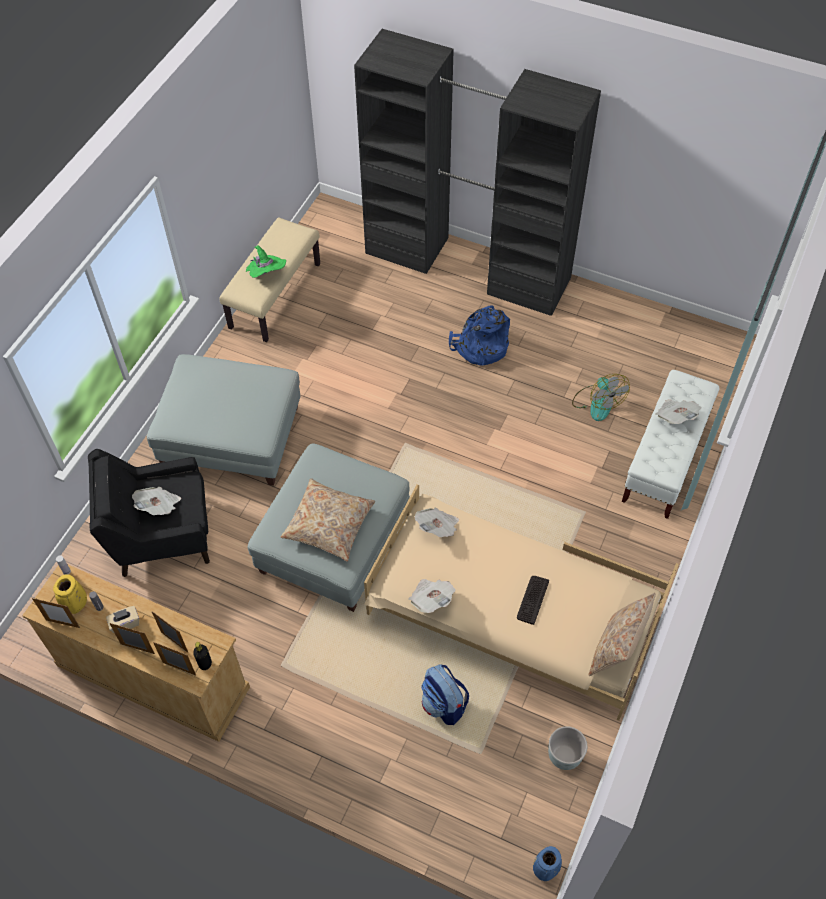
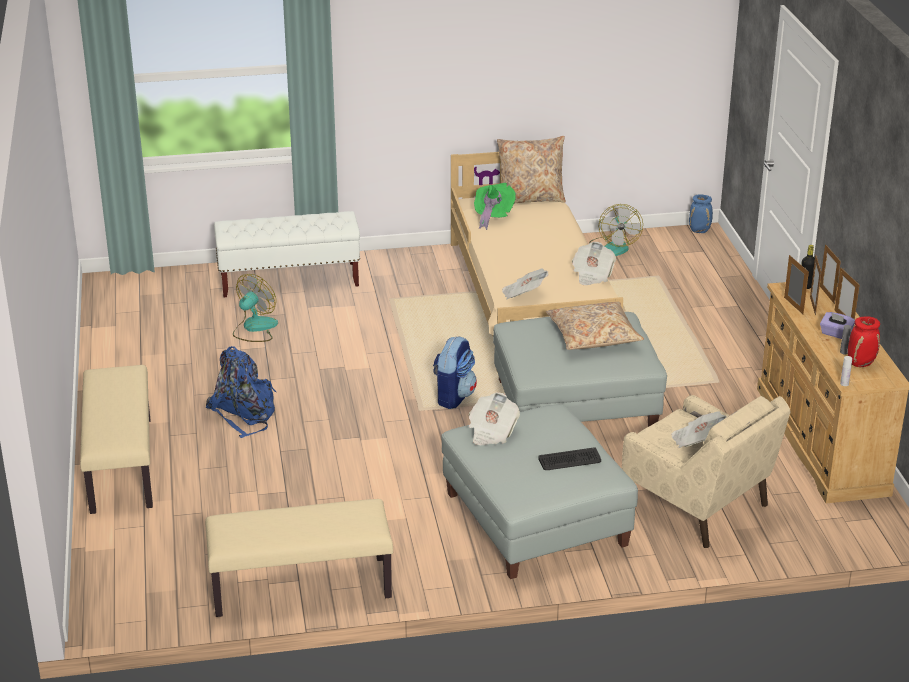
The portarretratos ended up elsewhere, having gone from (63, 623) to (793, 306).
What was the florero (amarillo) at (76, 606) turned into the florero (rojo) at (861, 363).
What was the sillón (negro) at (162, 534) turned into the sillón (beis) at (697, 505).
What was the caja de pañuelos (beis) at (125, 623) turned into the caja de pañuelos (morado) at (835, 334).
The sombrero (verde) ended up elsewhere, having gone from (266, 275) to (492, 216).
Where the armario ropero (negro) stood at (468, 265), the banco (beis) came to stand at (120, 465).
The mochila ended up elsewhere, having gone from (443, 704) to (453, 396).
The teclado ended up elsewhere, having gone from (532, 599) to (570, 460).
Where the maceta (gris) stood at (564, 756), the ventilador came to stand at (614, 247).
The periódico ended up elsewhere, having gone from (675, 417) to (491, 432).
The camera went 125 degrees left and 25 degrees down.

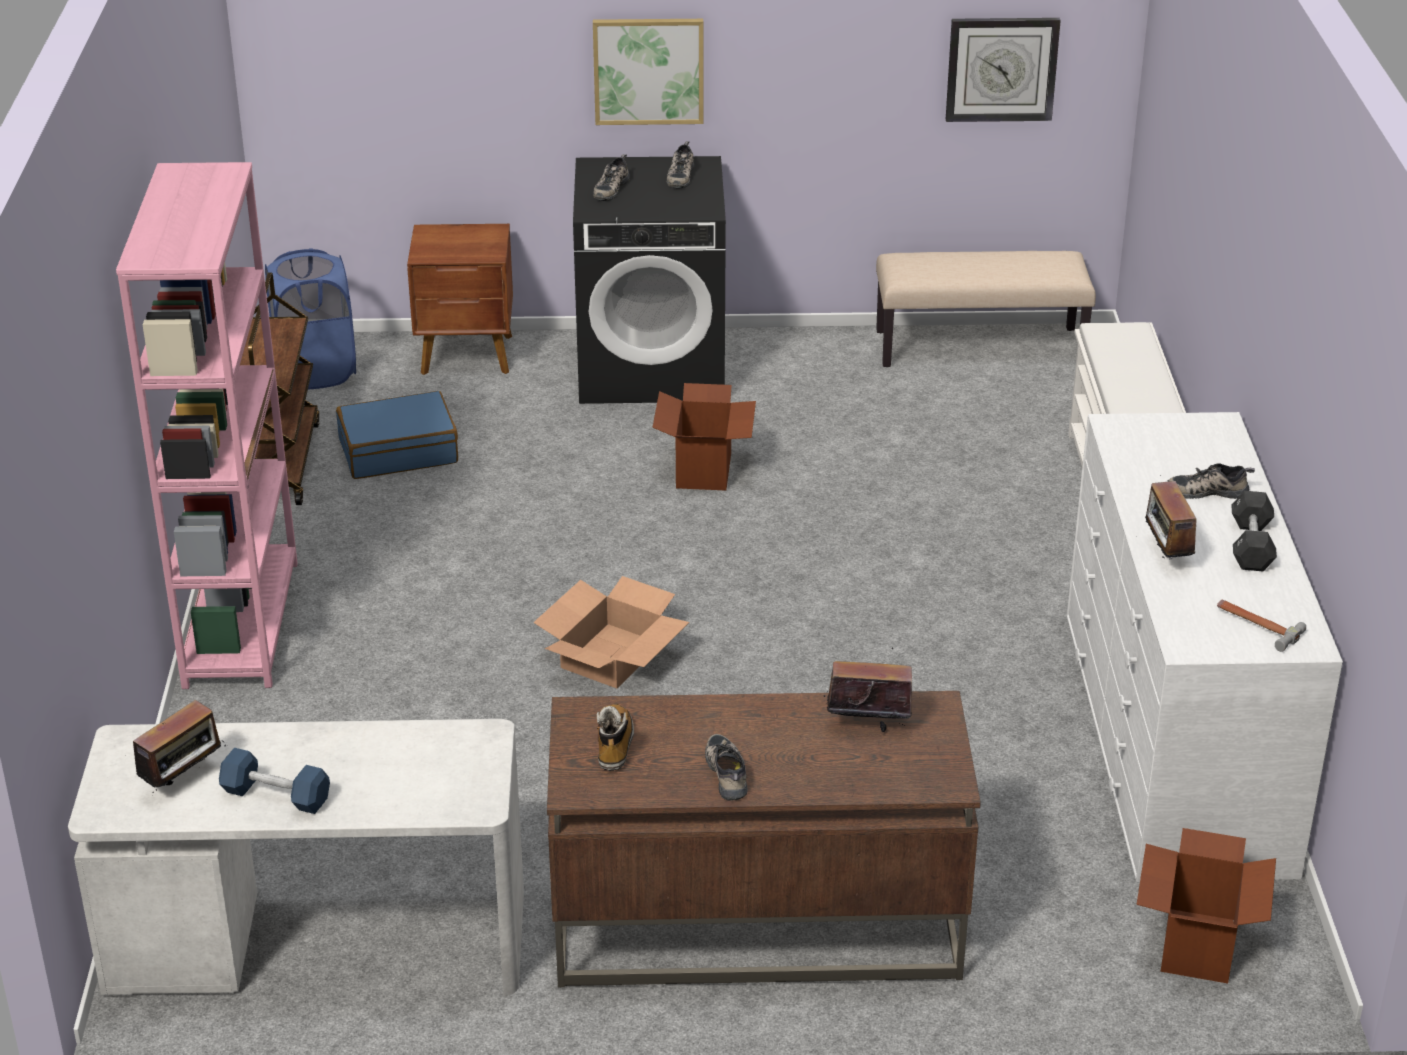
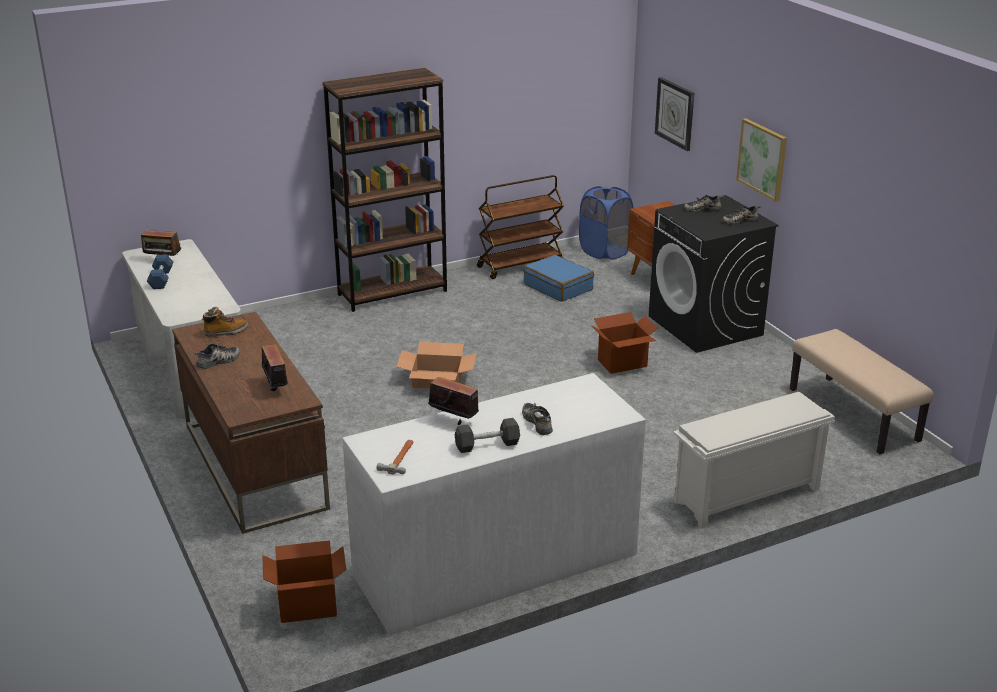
What was the estantería (rosa) at (241, 623) turned into the estantería (marrón) at (392, 293).
The reloj de pared ended up elsewhere, having gone from (1001, 69) to (675, 113).
The radio at (1166, 555) ended up facing another way, 60 degrees clockwise from before.
The camera went 65 degrees right and 5 degrees down.

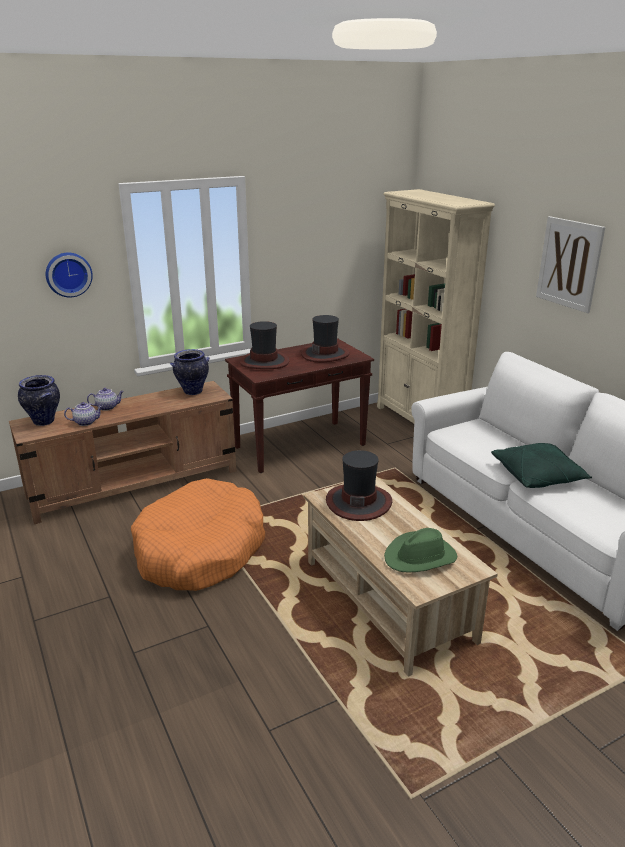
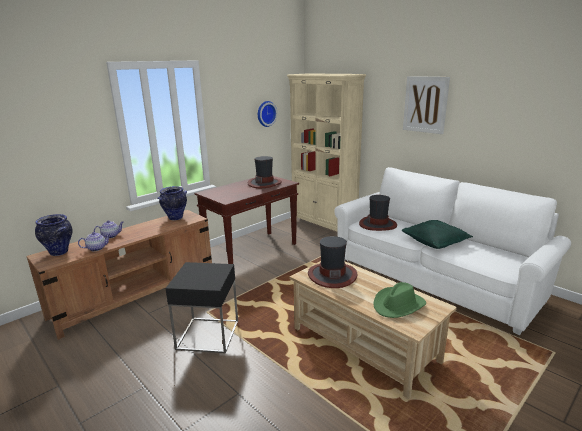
The reloj de pared ended up elsewhere, having gone from (68, 274) to (265, 113).
Where the cama para perro (naranja) stood at (200, 550), the mesa auxiliar (negro) came to stand at (208, 334).
The sombrero ended up elsewhere, having gone from (264, 362) to (378, 224).
The camera went 15 degrees left and 5 degrees down.

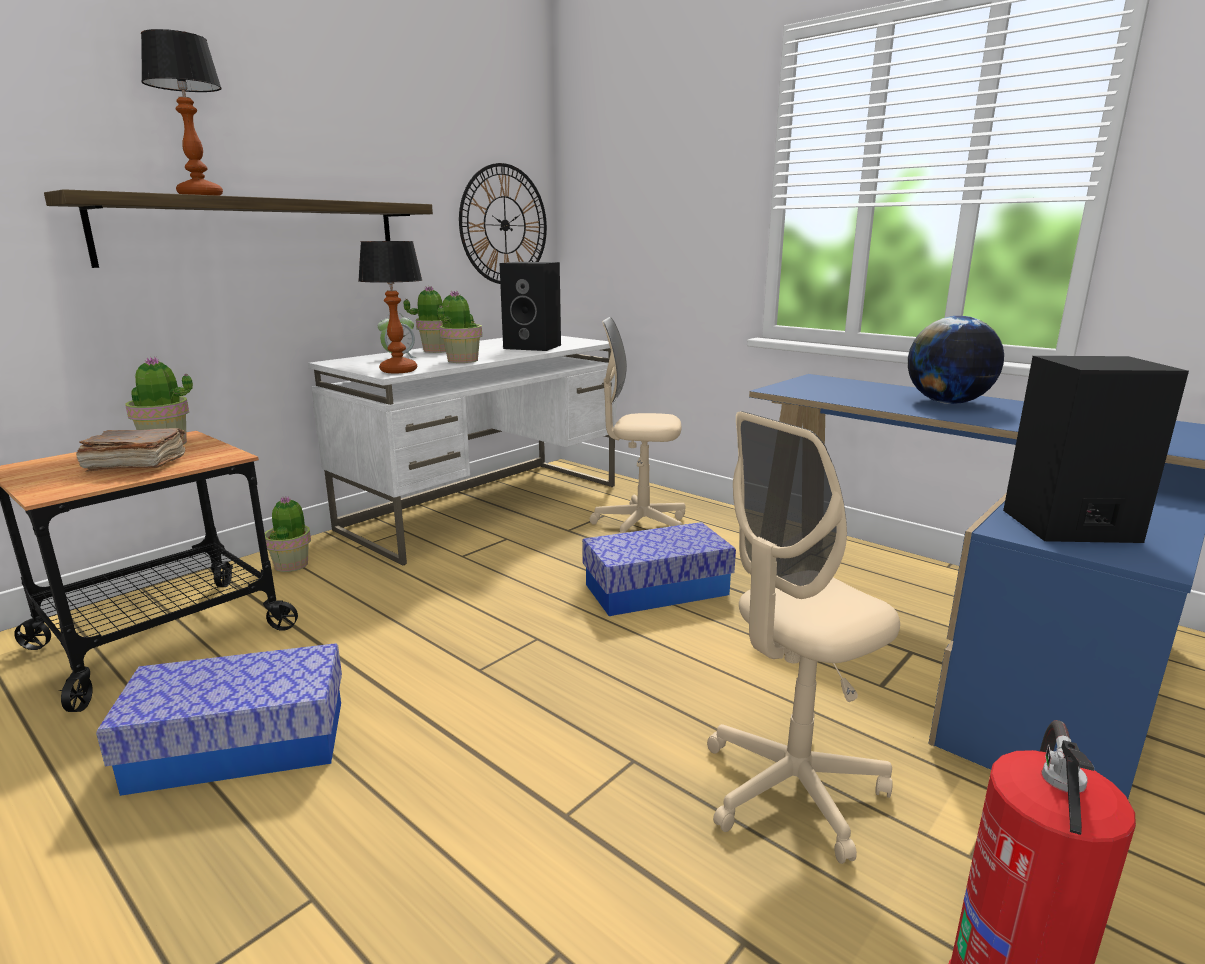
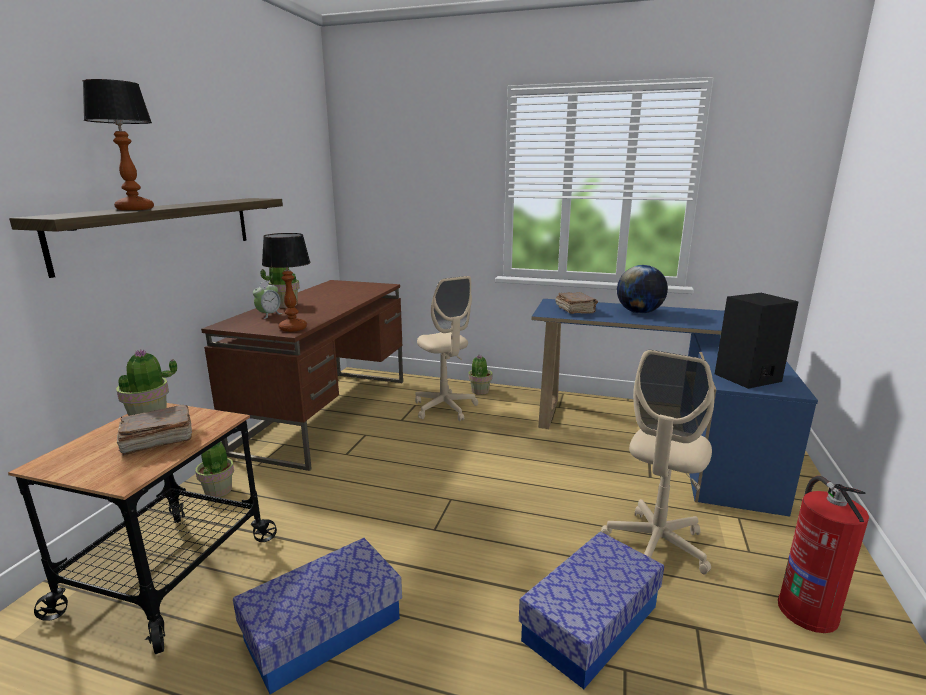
What was the escritorio (blanco) at (486, 506) turned into the escritorio (marrón) at (327, 413).
The planta en maceta ended up elsewhere, having gone from (462, 360) to (480, 391).
The second view lost the reloj de pared at (504, 225).
The second view lost the altavoz (negro) at (534, 347).
The caja de almacenaje ended up elsewhere, having gone from (656, 590) to (590, 623).
The silla de oficina (beis) at (640, 526) ended up facing another way, 105 degrees counterclockwise from before.
The second view gained the libro (marrón) at (575, 310).
The camera went 25 degrees left and 0 degrees up.

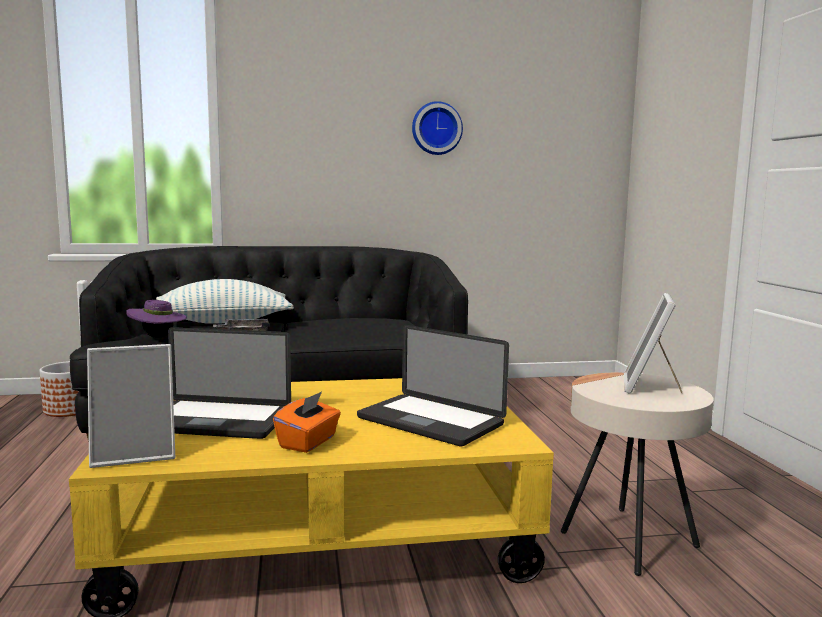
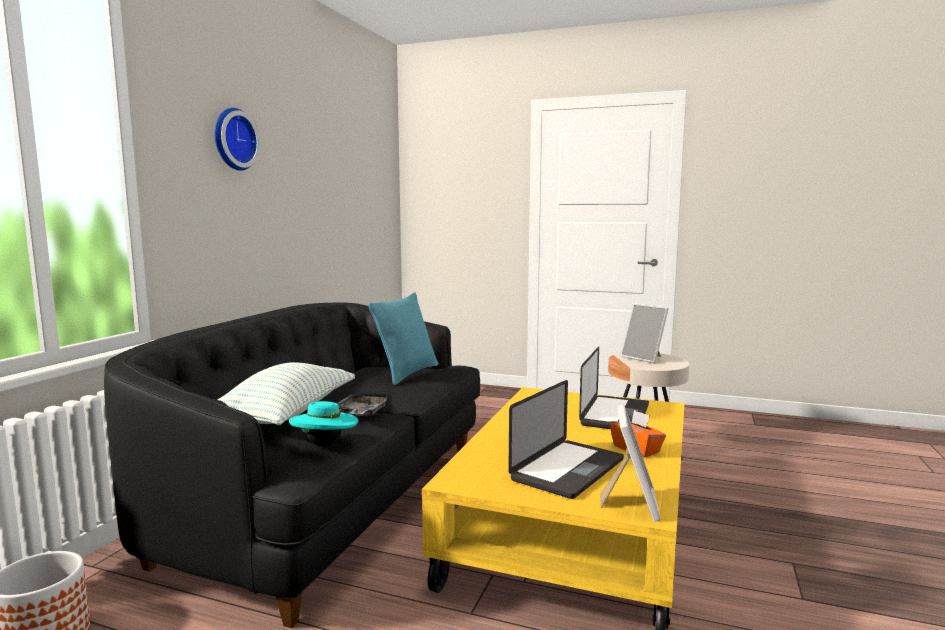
What was the sombrero (morado) at (158, 337) turned into the sombrero (turquesa) at (325, 445).
The portátil at (430, 421) ended up facing another way, 45 degrees counterclockwise from before.
The reloj de pared ended up elsewhere, having gone from (436, 128) to (232, 139).
The second view gained the cojín (turquesa) at (407, 373).
The camera went 60 degrees left and 0 degrees up.

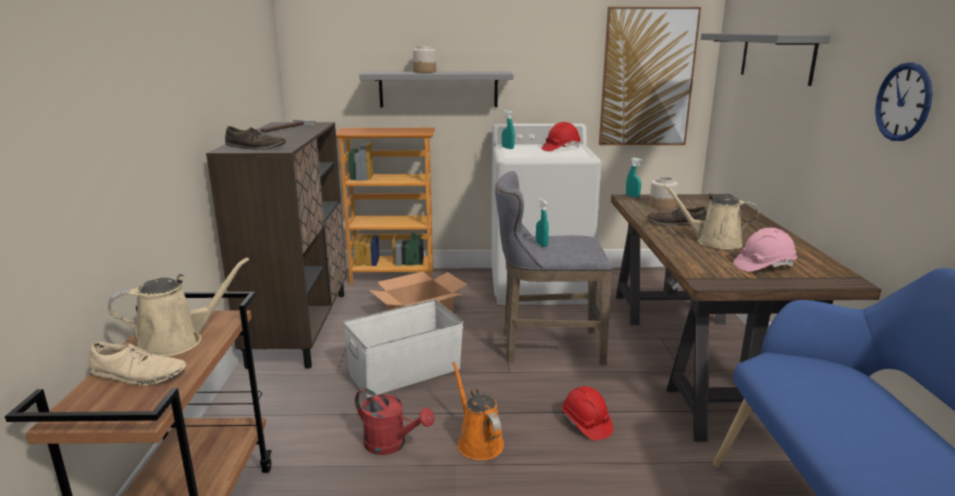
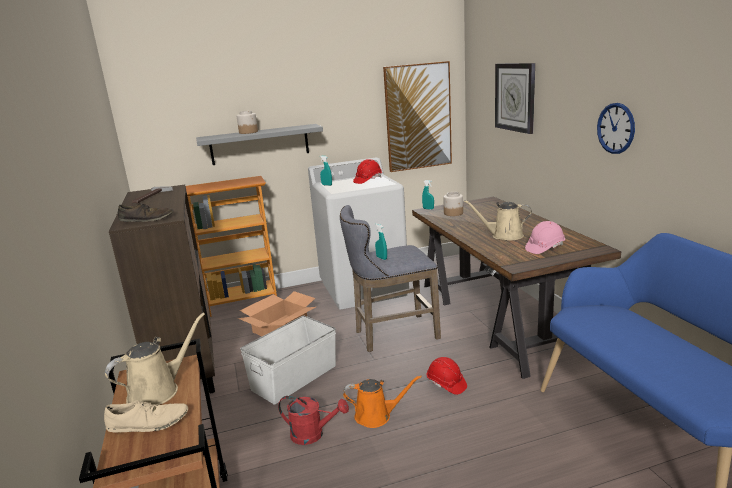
The regadera (naranja) at (478, 442) ended up facing another way, 135 degrees clockwise from before.
The second view lost the zapato (marrón) at (675, 223).
Where the estante (gris) hung at (776, 57), the reloj de pared came to hang at (515, 97).
The camera went 15 degrees left and 0 degrees up.

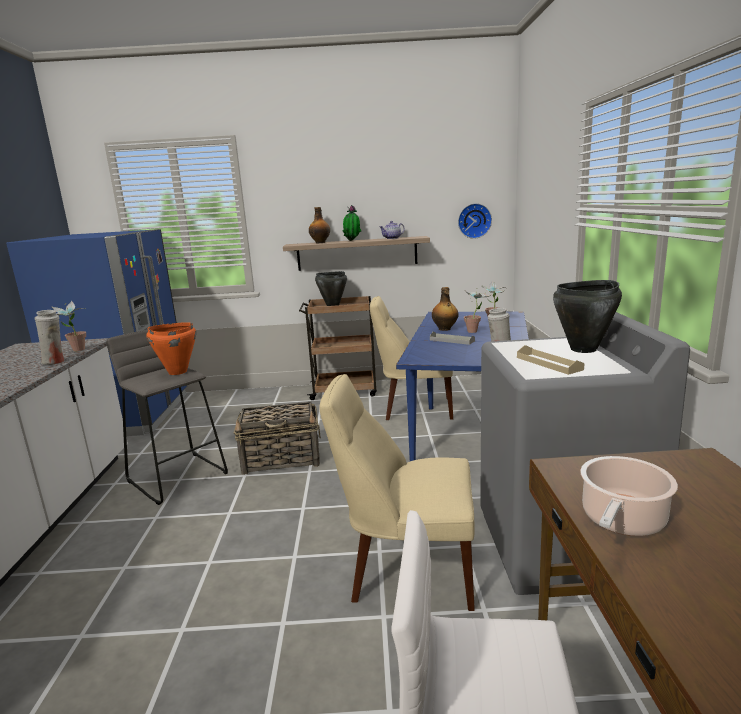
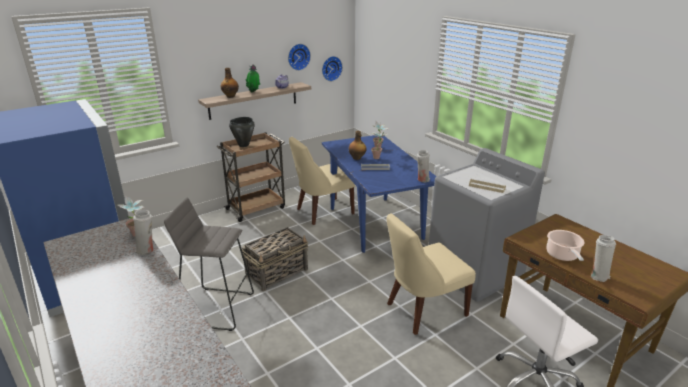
The second view lost the olla (naranja) at (177, 372).
The second view lost the olla (negro) at (584, 349).
The second view gained the reloj de pared at (298, 56).
The second view gained the florero (blanco) at (598, 276).
The camera went 35 degrees left and 10 degrees up.

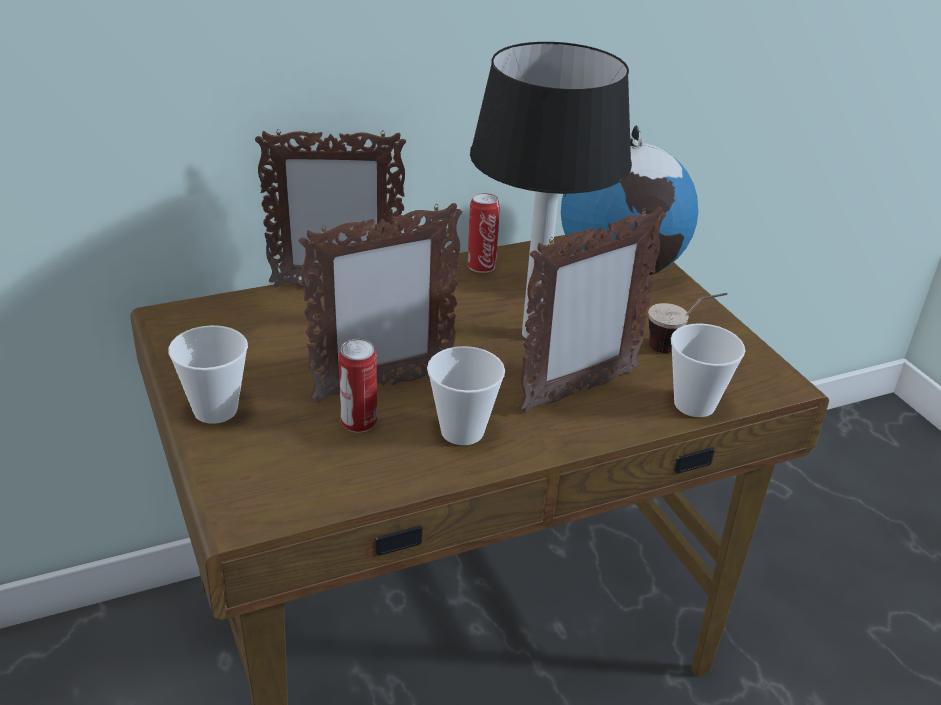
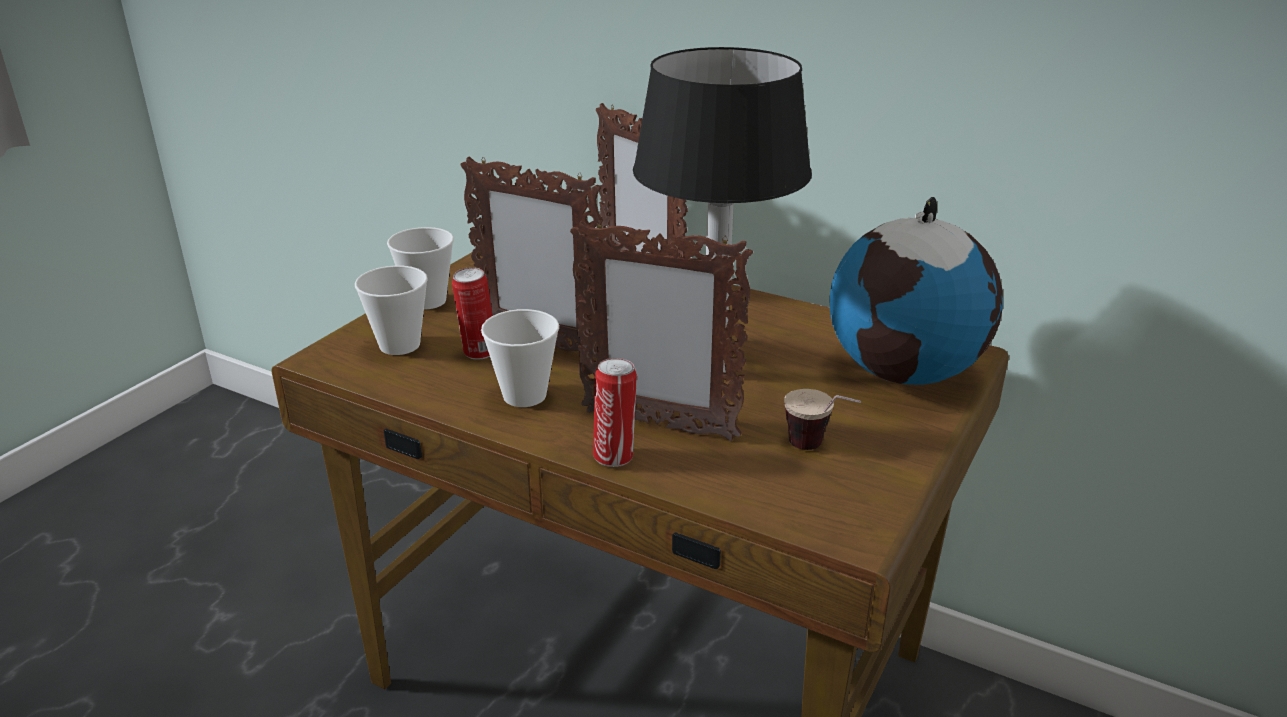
The lata ended up elsewhere, having gone from (481, 266) to (615, 456).
The taza ended up elsewhere, having gone from (694, 404) to (399, 345).
The camera went 55 degrees right and 5 degrees down.

